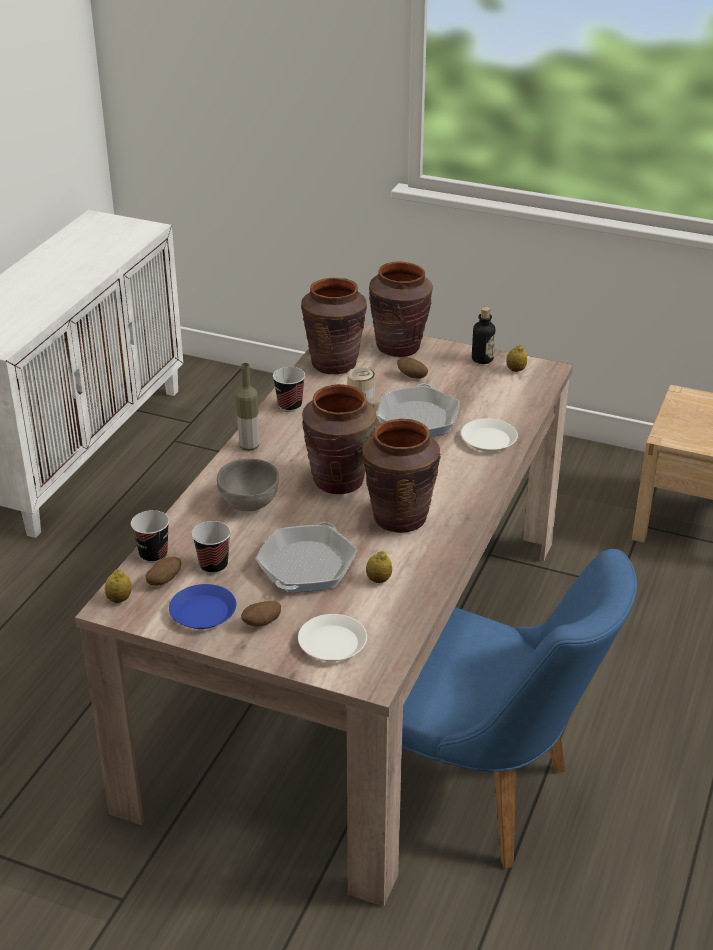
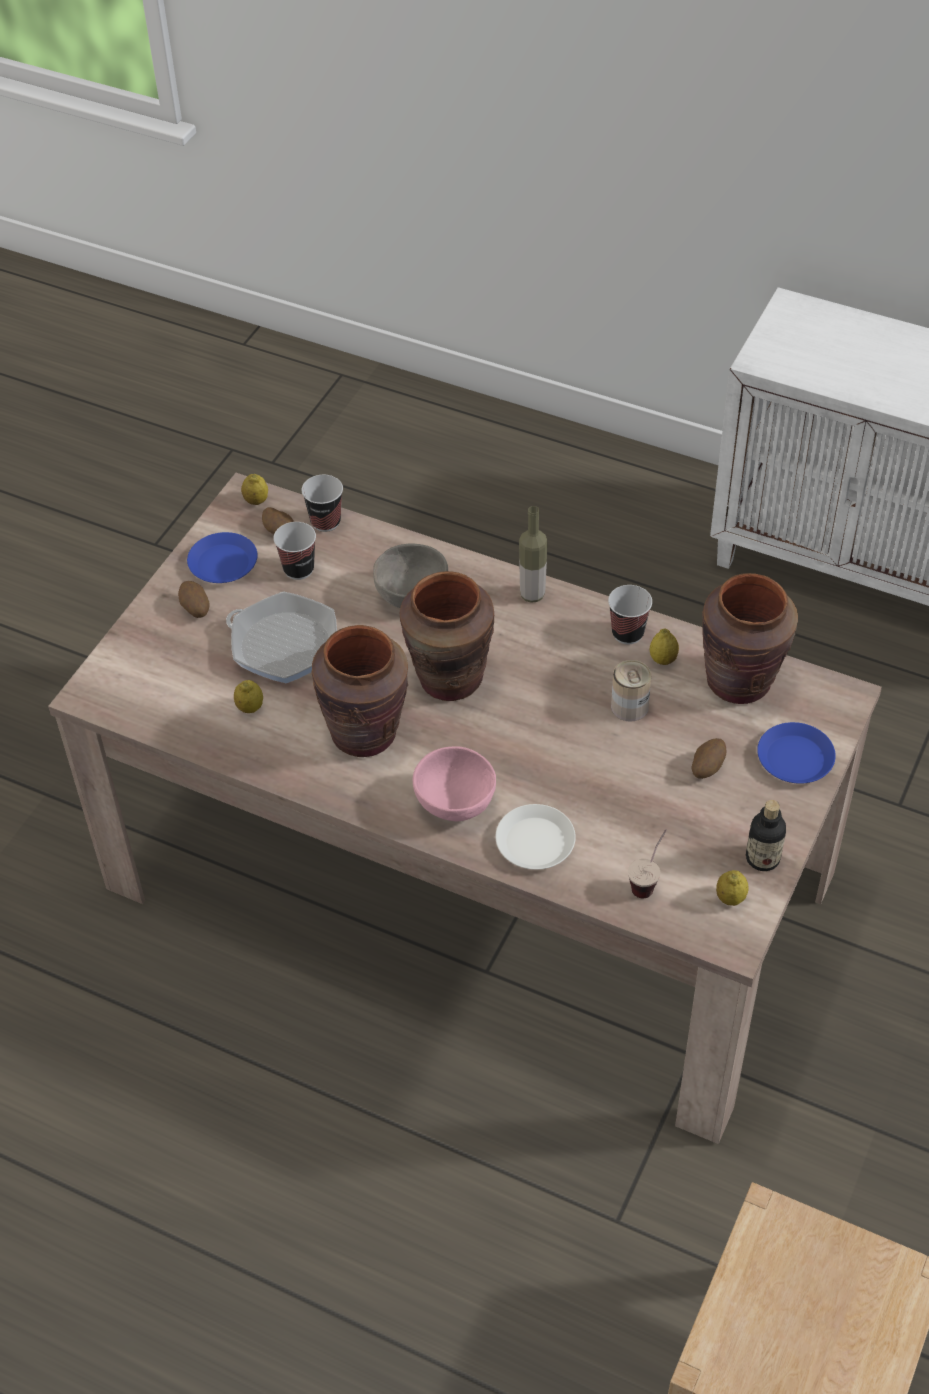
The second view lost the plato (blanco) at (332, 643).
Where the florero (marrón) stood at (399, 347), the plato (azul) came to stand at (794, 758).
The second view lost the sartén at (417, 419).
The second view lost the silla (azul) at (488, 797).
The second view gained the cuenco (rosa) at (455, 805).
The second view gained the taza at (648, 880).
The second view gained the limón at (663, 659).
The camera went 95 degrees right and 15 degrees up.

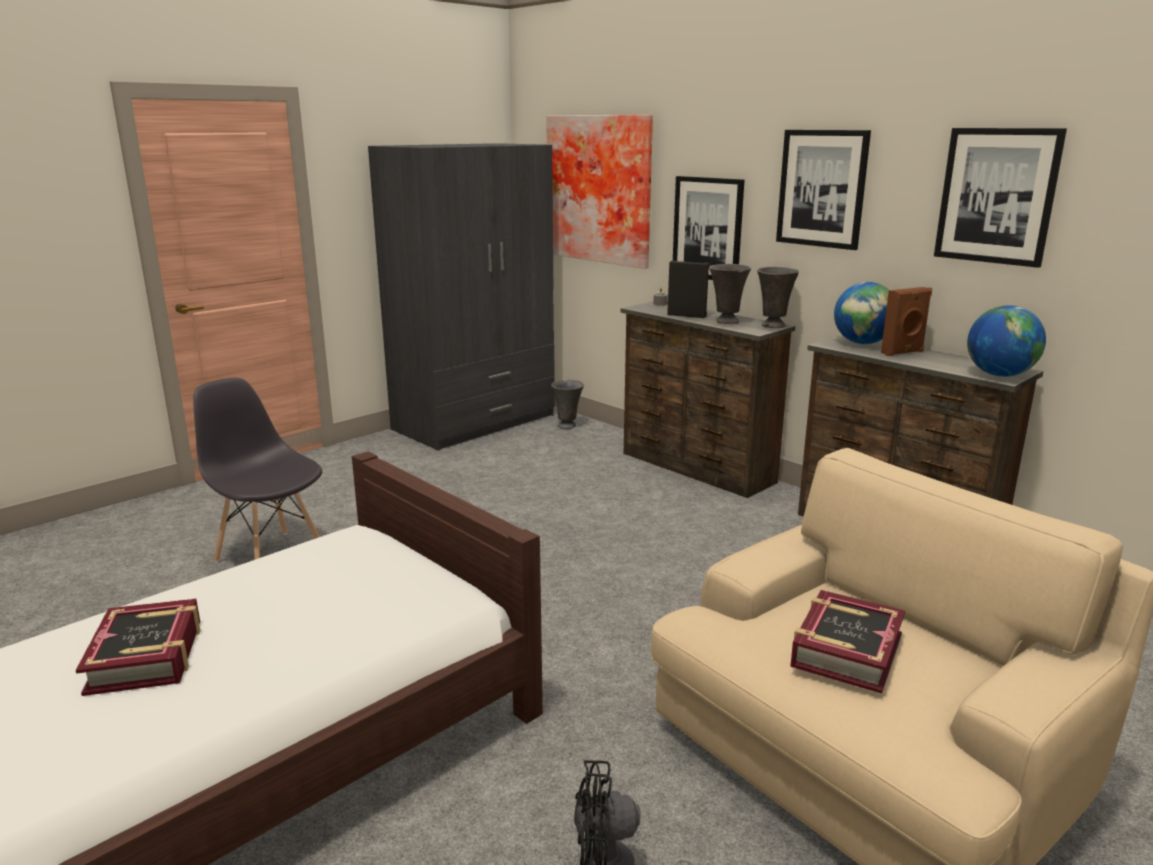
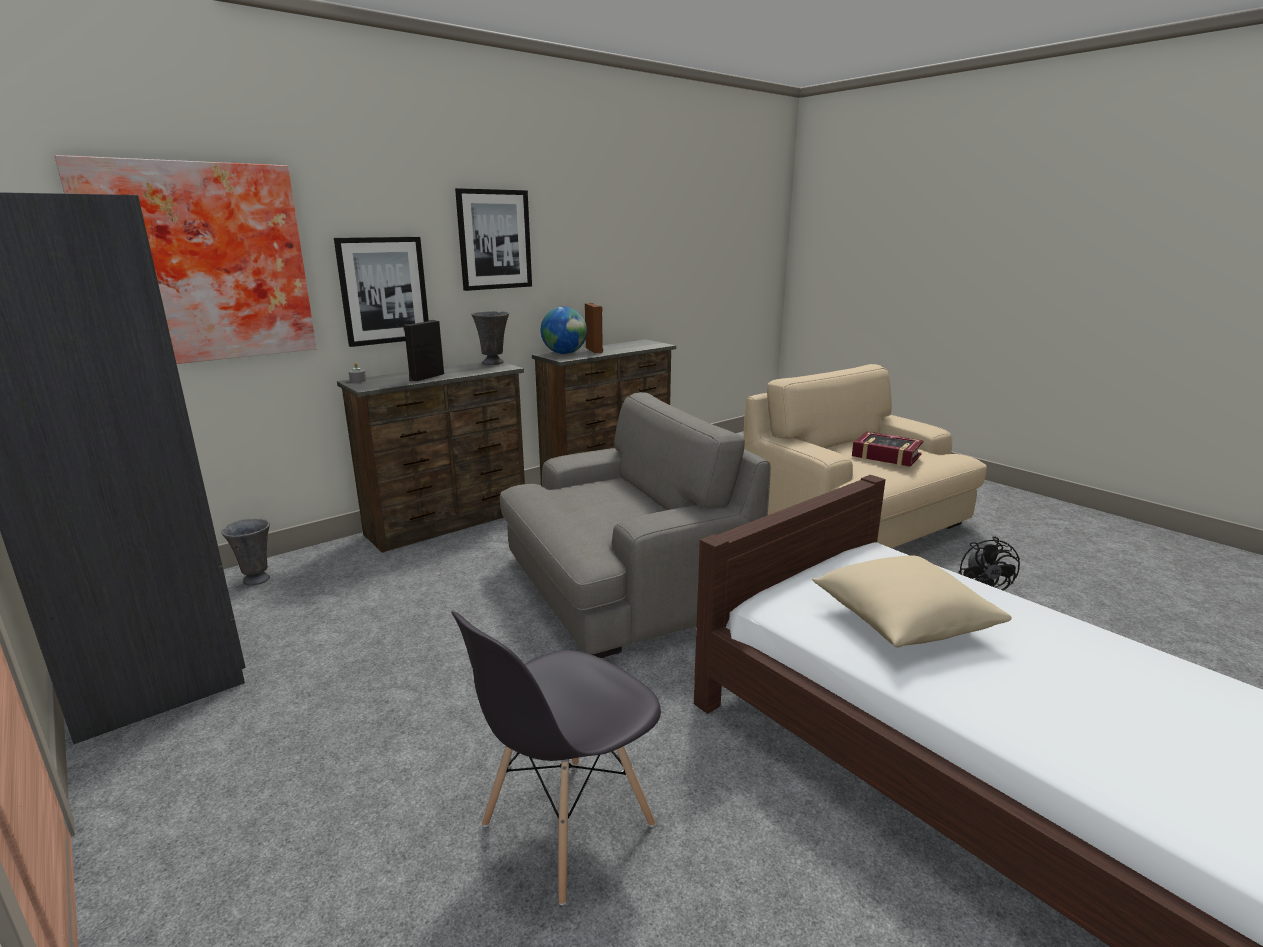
The second view lost the libro at (147, 656).
The second view lost the florero (gris) at (726, 322).
The second view lost the cuadro at (997, 196).
The second view lost the globo terráqueo at (999, 375).
The second view gained the sillón (gris) at (623, 587).
The second view gained the cojín (beis) at (901, 622).
The camera went 85 degrees left and 0 degrees up.

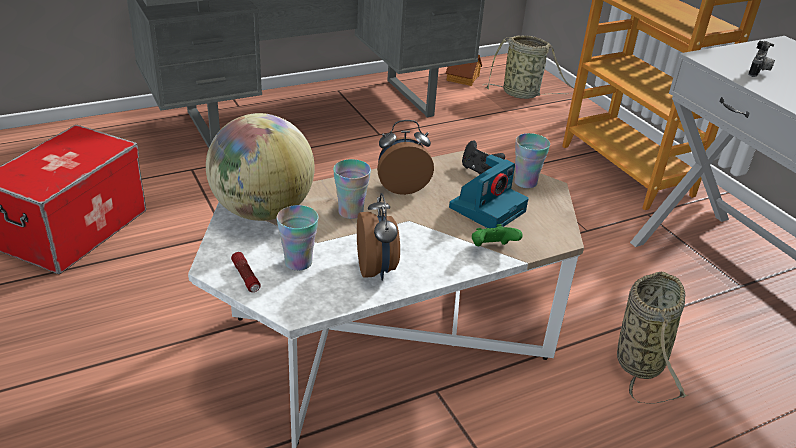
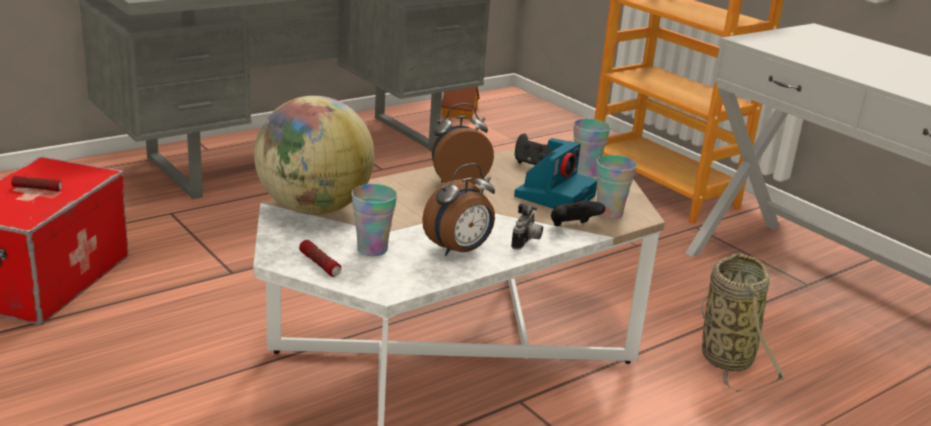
The taza ended up elsewhere, having gone from (351, 212) to (609, 213).
The despertador at (377, 269) ended up facing another way, 75 degrees clockwise from before.
What was the mando de consola (verde) at (492, 249) turned into the mando de consola (negro) at (572, 227).
The second view lost the cesta at (523, 94).
The cámara ended up elsewhere, having gone from (758, 72) to (526, 242).
The second view gained the linterna at (37, 189).
The camera went 10 degrees left and 10 degrees down.

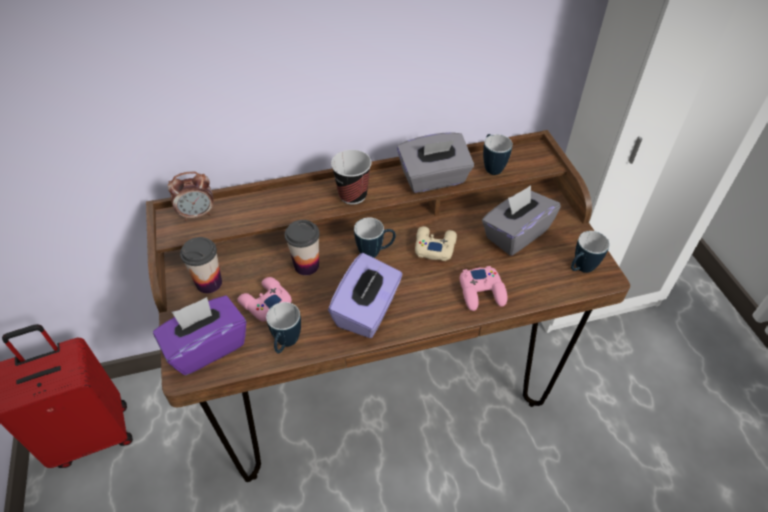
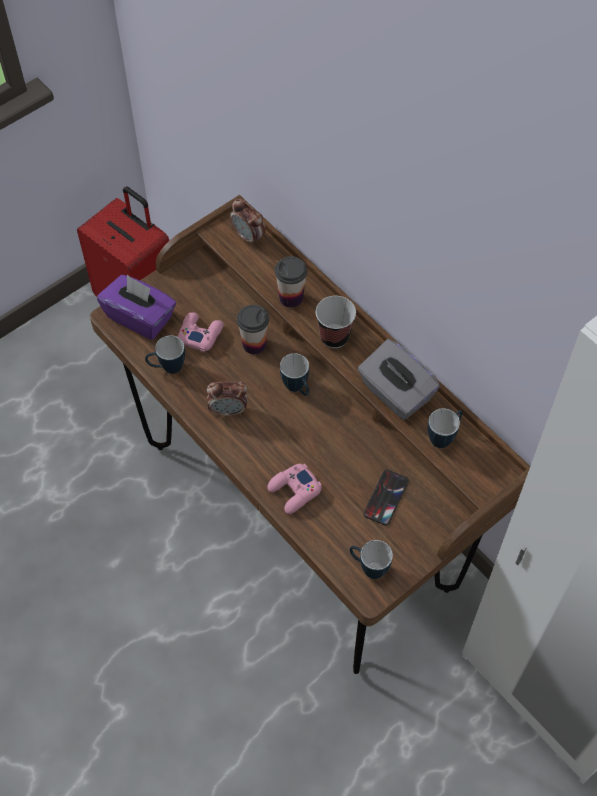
The taza ended up elsewhere, having gone from (209, 283) to (291, 298).
Where the caja de pañuelos (morado) stood at (367, 311), the despertador came to stand at (228, 410).
The second view lost the mando de consola (beis) at (434, 246).
Where the caja de pañuelos (gris) stood at (515, 234), the móvil came to stand at (386, 497).
The camera went 65 degrees right and 10 degrees up.

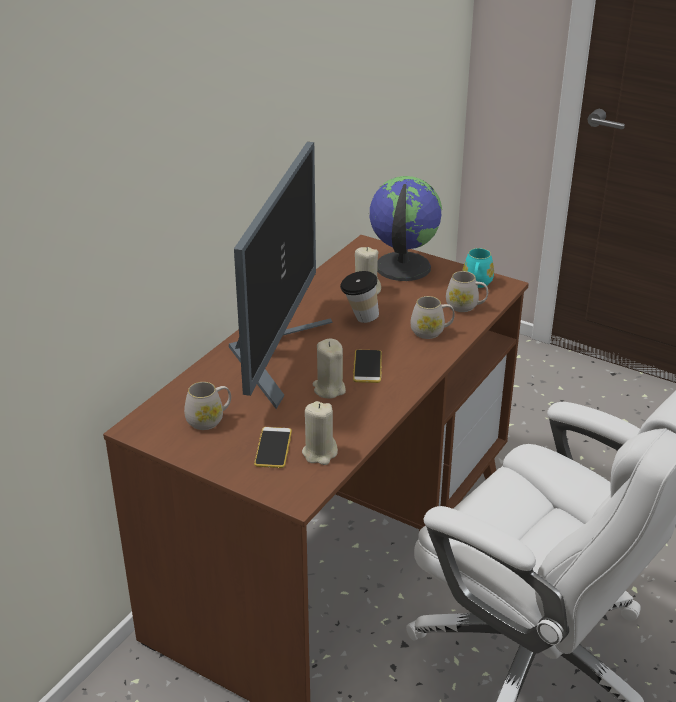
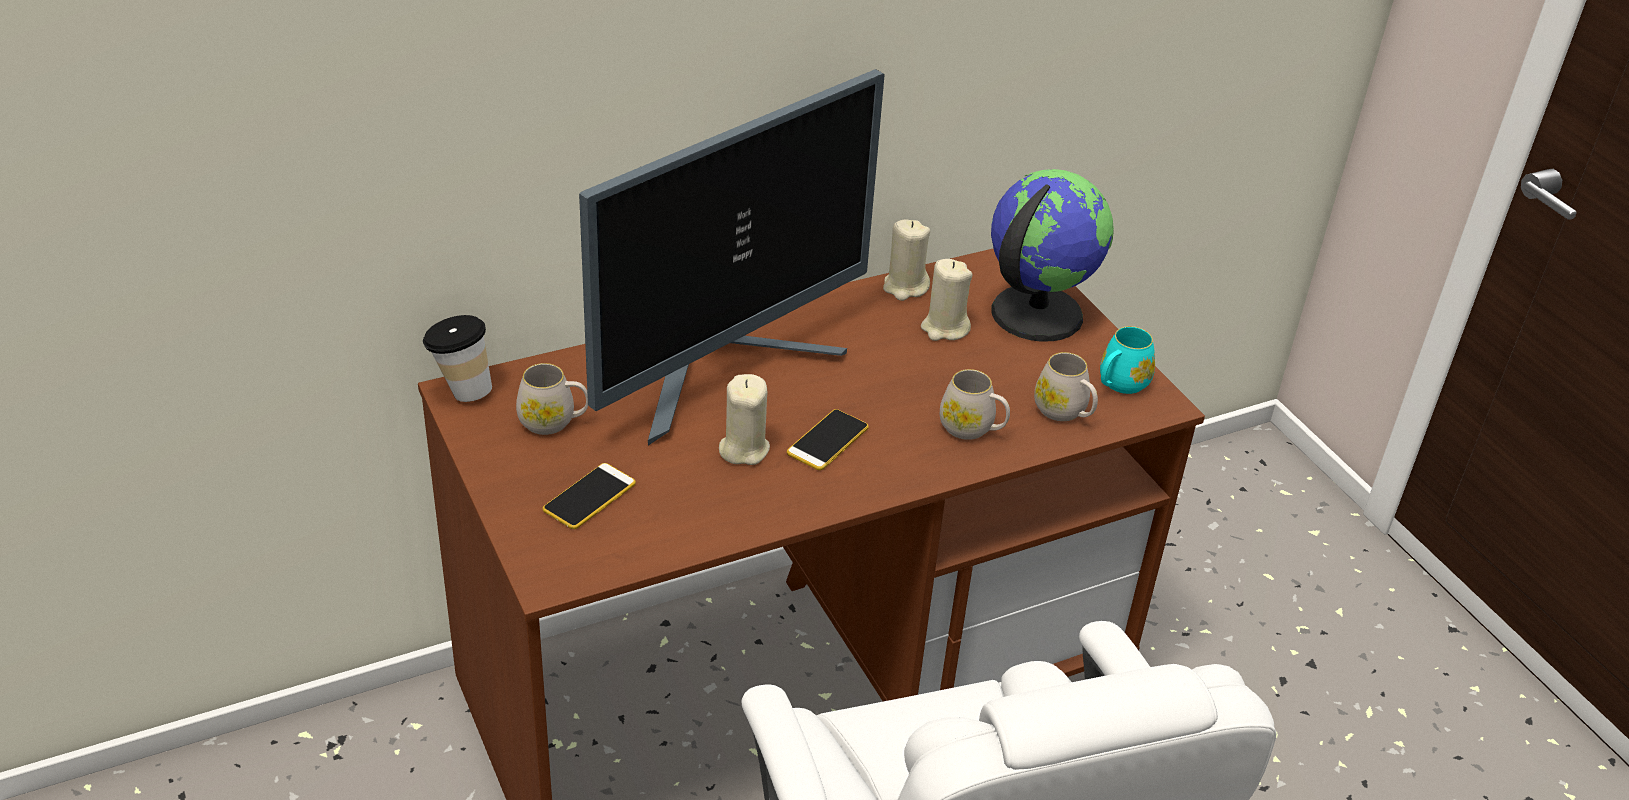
The vela (beis) ended up elsewhere, having gone from (320, 453) to (905, 287).
The taza ended up elsewhere, having gone from (359, 318) to (461, 390).
The camera went 30 degrees right and 5 degrees up.

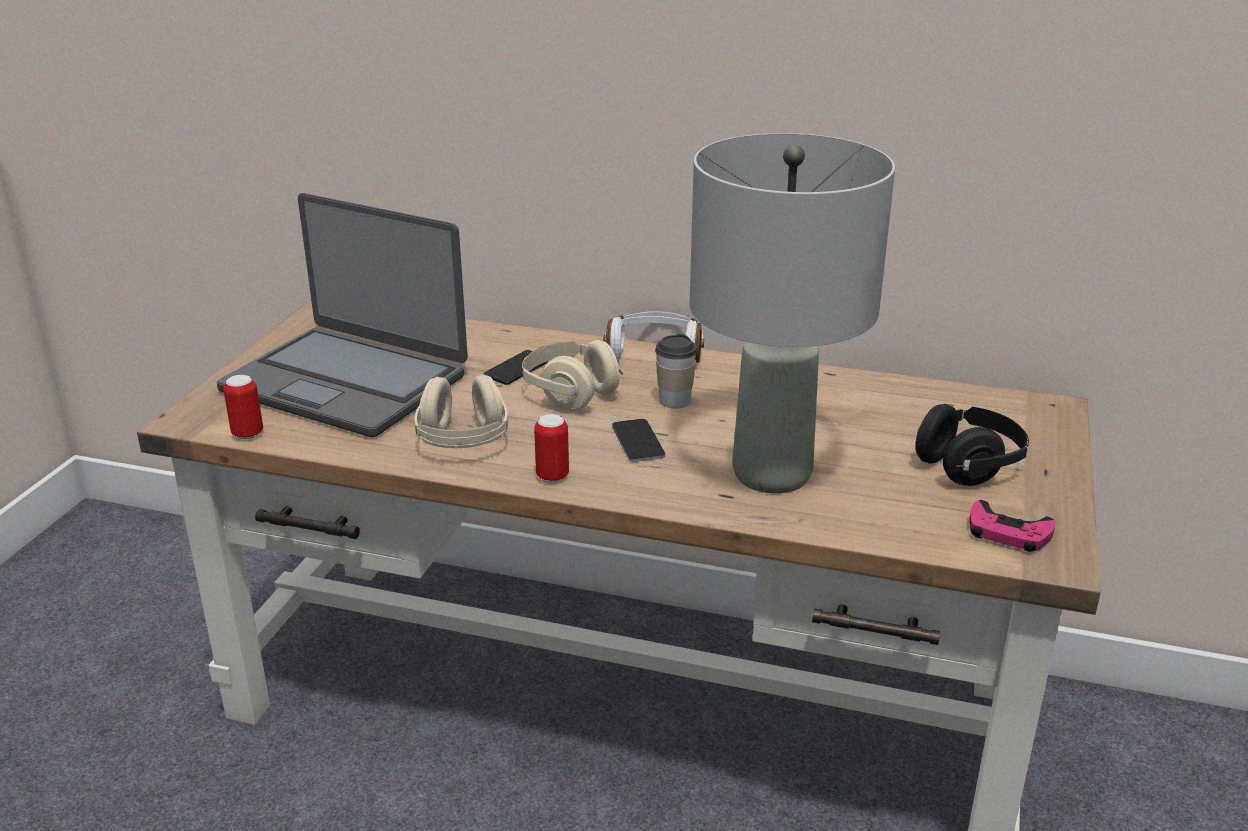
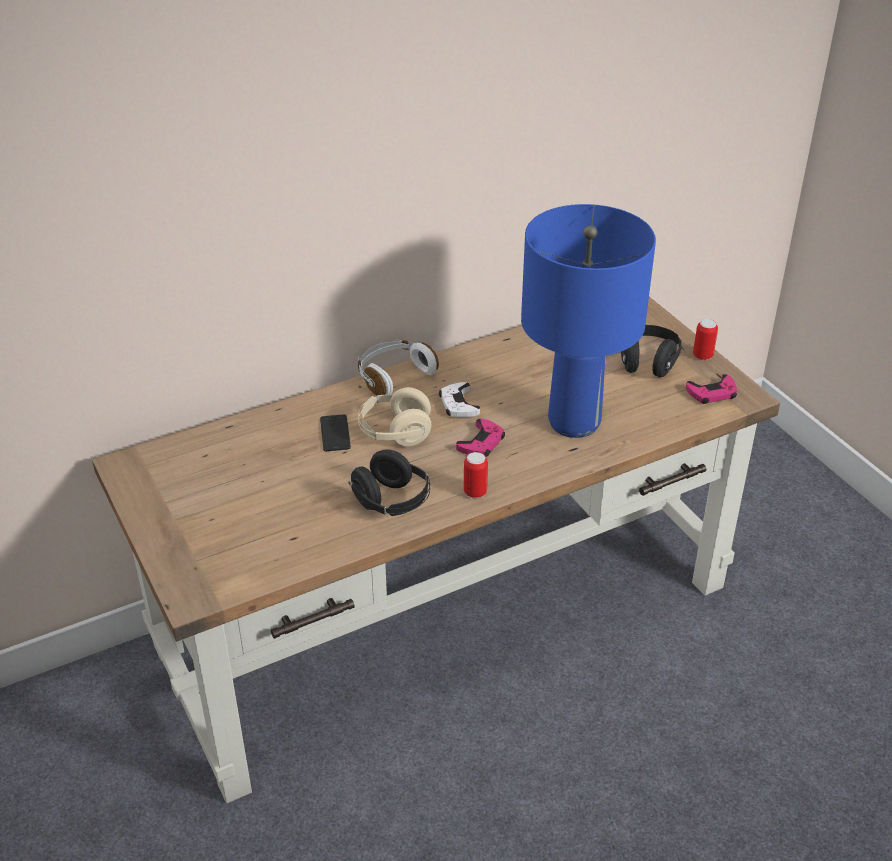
The second view lost the portátil at (347, 382).
The lata ended up elsewhere, having gone from (247, 434) to (702, 356).
What was the auriculares (beis) at (463, 442) turned into the auriculares (negro) at (392, 502).
Where the móvil stood at (638, 441), the mando de consola (rosa) came to stand at (481, 442).
Where the taza stood at (674, 401), the mando de consola (blanco) came to stand at (458, 404).
What was the lámpara de mesa (gris) at (771, 473) turned into the lámpara de mesa (azul) at (573, 422).
The camera went 45 degrees left and 10 degrees up.

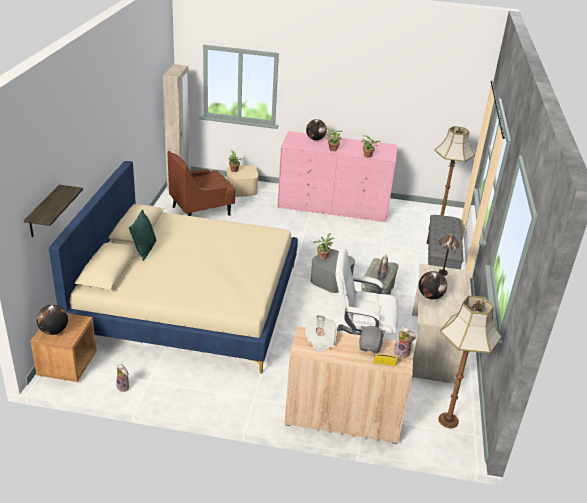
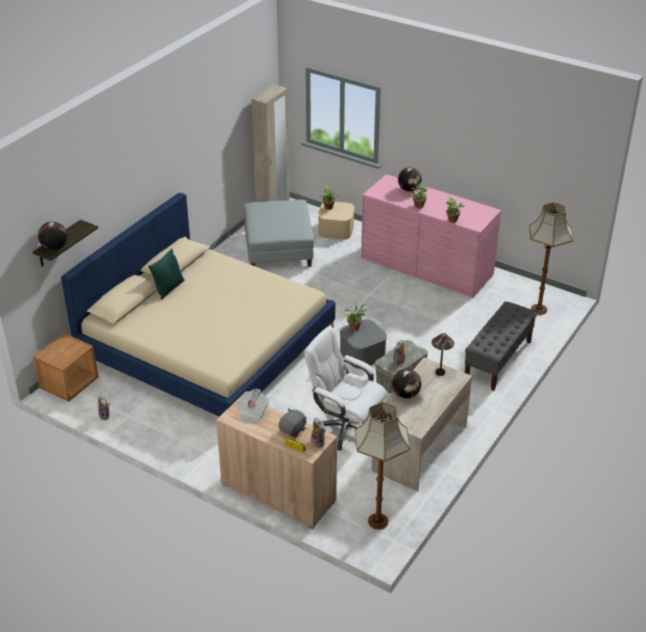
The globo terráqueo ended up elsewhere, having gone from (54, 331) to (54, 247).
Where the sillón (marrón) stood at (202, 211), the puf (gris) came to stand at (278, 249).
The camera went 25 degrees right and 5 degrees up.

